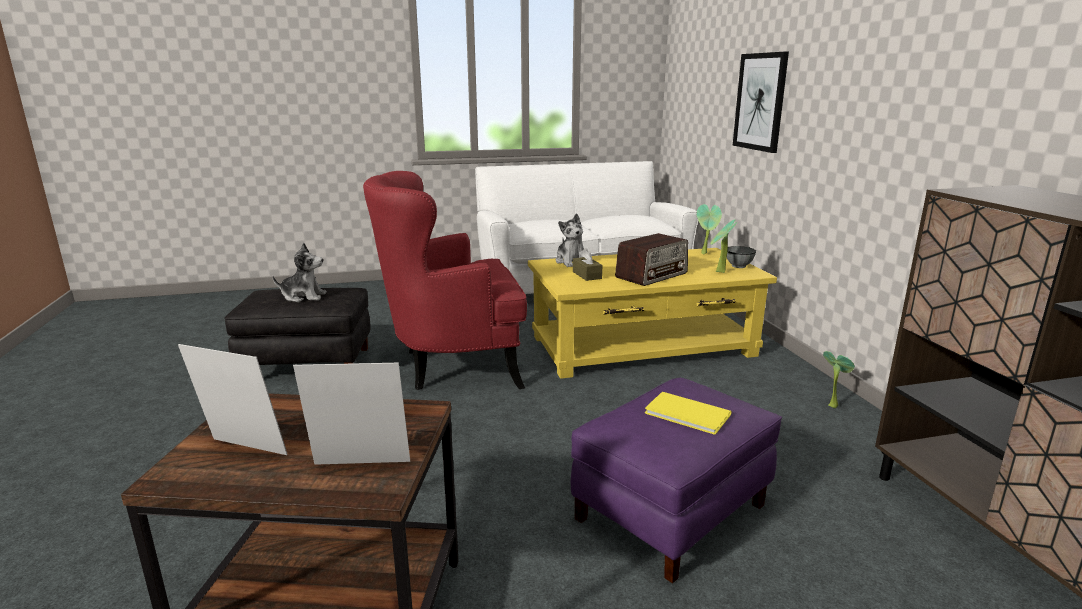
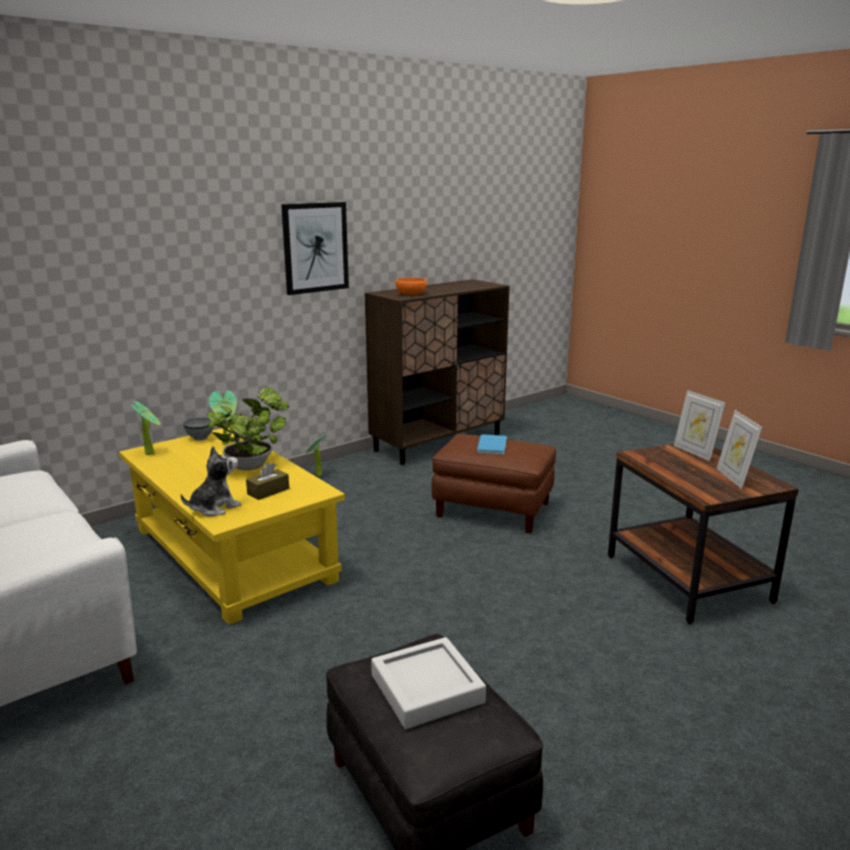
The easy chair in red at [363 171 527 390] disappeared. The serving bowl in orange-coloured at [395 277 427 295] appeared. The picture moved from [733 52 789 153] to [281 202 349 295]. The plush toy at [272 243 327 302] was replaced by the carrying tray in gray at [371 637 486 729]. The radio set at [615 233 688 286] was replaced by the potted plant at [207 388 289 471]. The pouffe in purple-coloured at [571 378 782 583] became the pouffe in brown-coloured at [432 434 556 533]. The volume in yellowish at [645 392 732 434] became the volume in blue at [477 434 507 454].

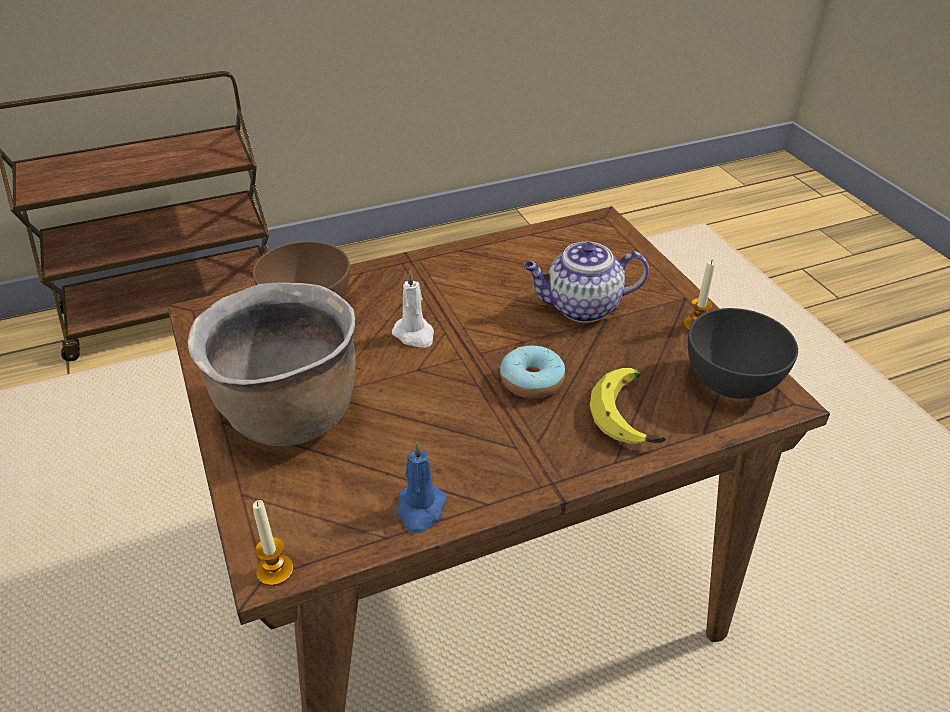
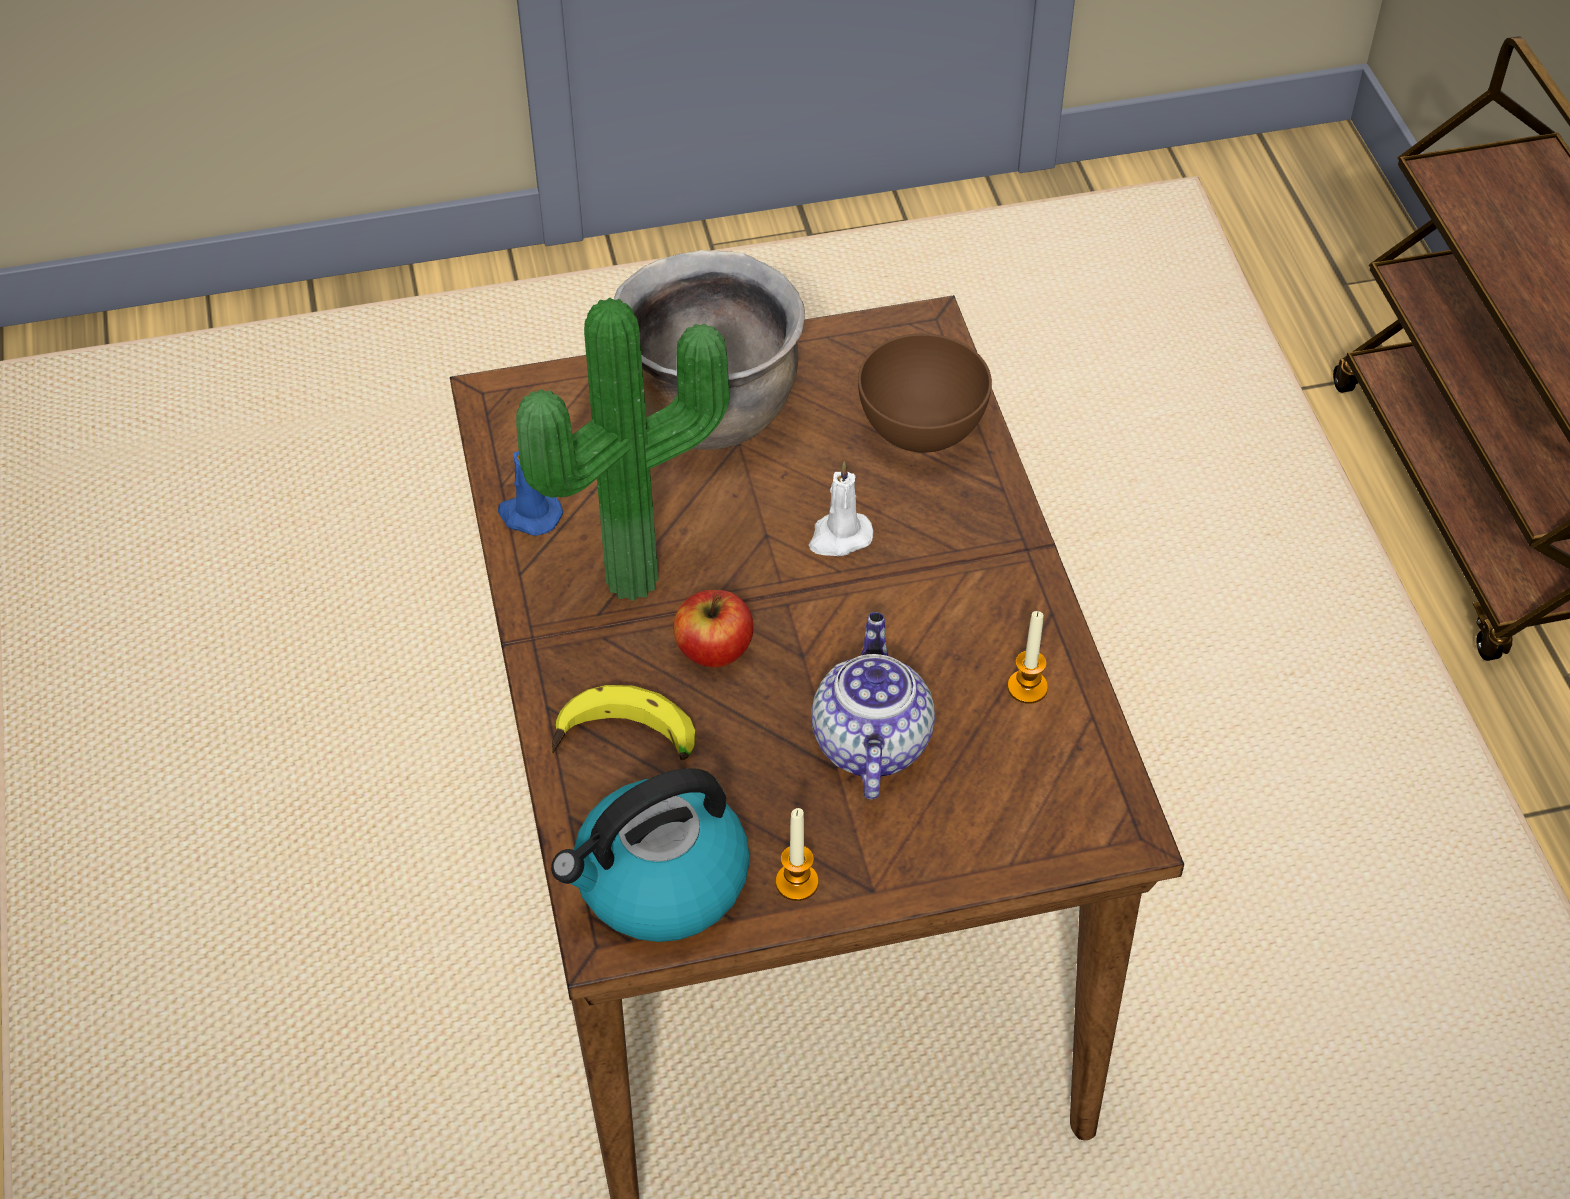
The potted plant at [516 298 730 601] appeared. The wax light moved from [253 500 293 586] to [1007 611 1048 704]. The donut at [500 345 565 399] was replaced by the apple fruit at [673 590 753 668]. The serving bowl in gray at [688 308 798 399] was replaced by the kettle at [551 768 750 942].

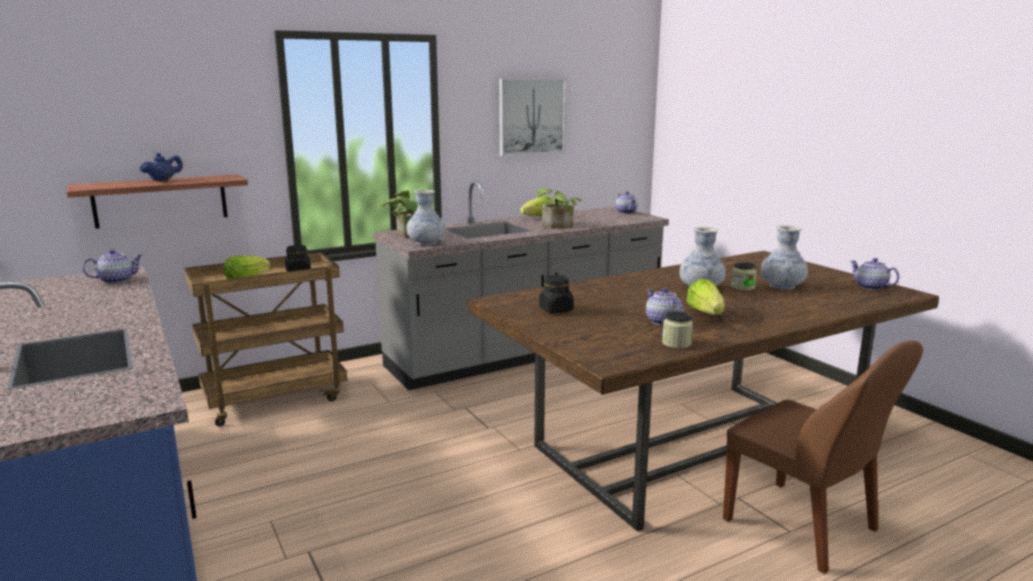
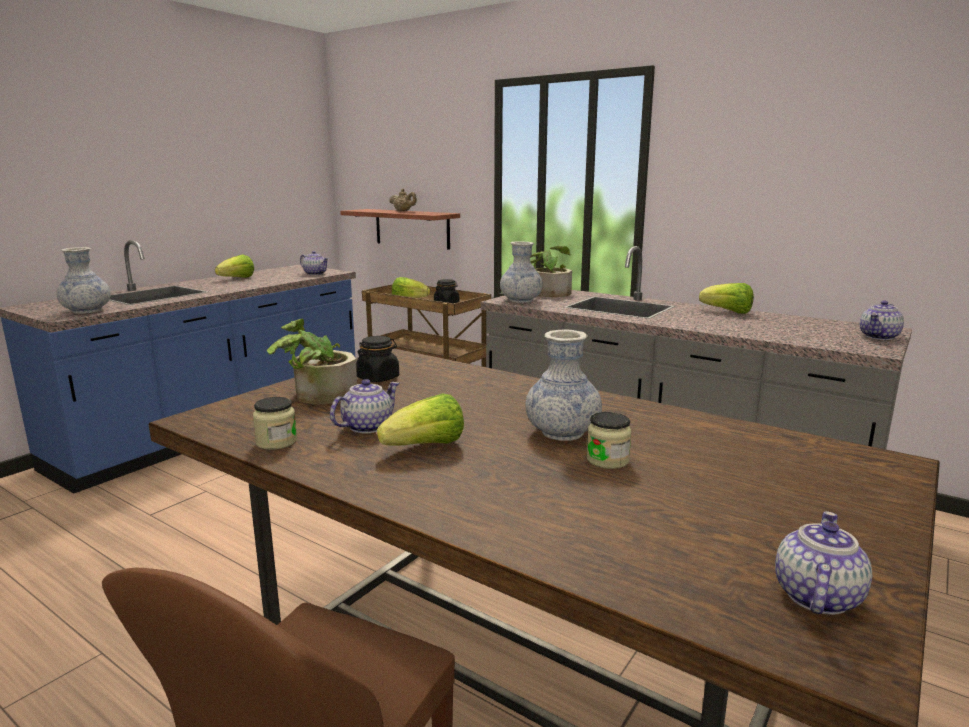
The picture at [499 79 566 156] disappeared. The lettuce at [215 255 254 278] appeared. The potted plant moved from [537 188 582 229] to [267 319 357 405]. The vase moved from [761 225 808 290] to [56 247 111 314]. The pot for tea in blue at [140 152 183 181] became the pot for tea in beige at [389 189 417 212].

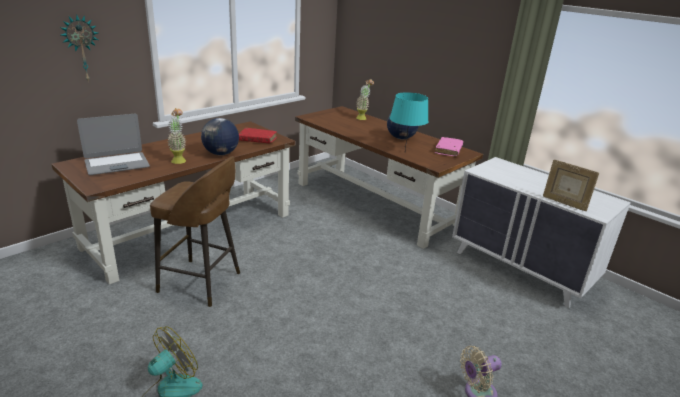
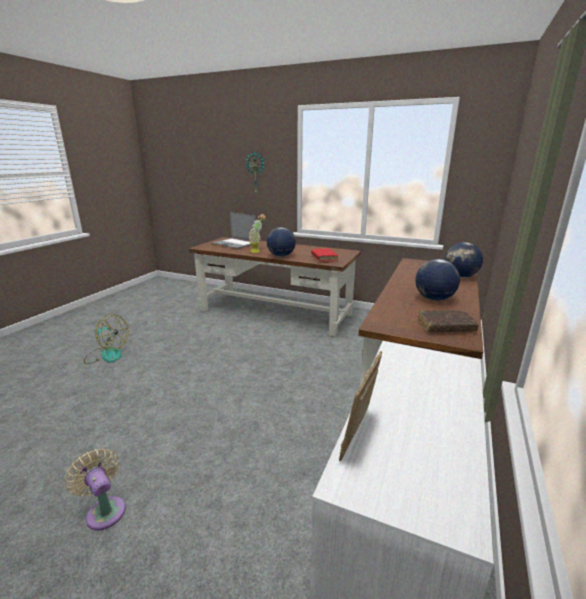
The sitting stool in brown-coloured at [150 156 240 307] disappeared. The table lamp in turquoise at [390 92 429 150] disappeared. The potted plant at [356 79 374 120] was replaced by the desk globe at [445 242 483 278]. The volume in pink at [435 137 463 156] became the volume in brown-coloured at [417 311 479 332].

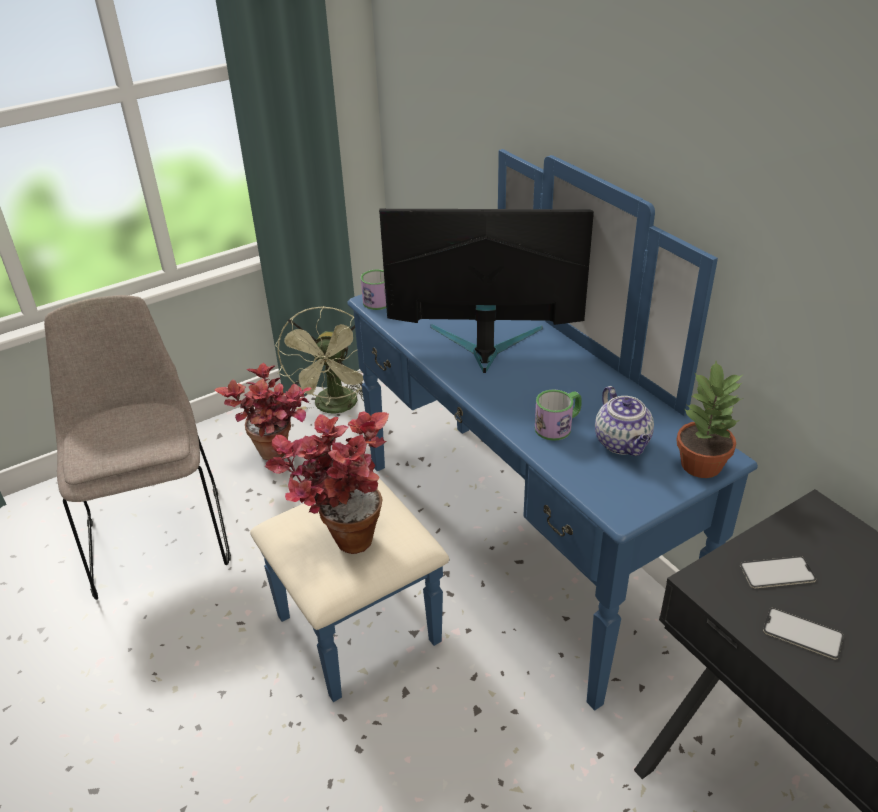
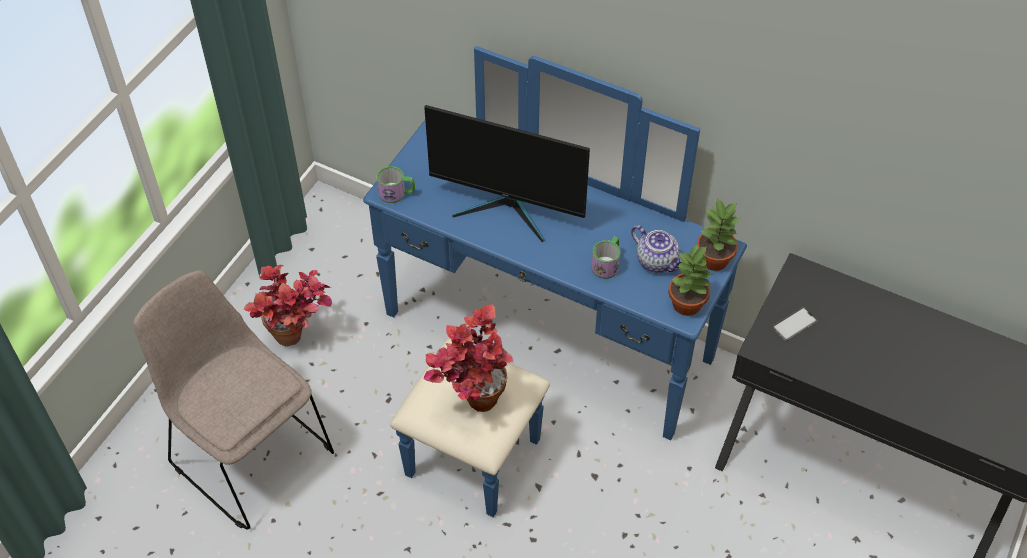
The cooling fan in green at [275 306 364 414] disappeared. The phone at [763 608 844 660] disappeared. The potted plant at [668 244 713 316] appeared. The computer screen at [379 209 594 373] turned 135 degrees counterclockwise.

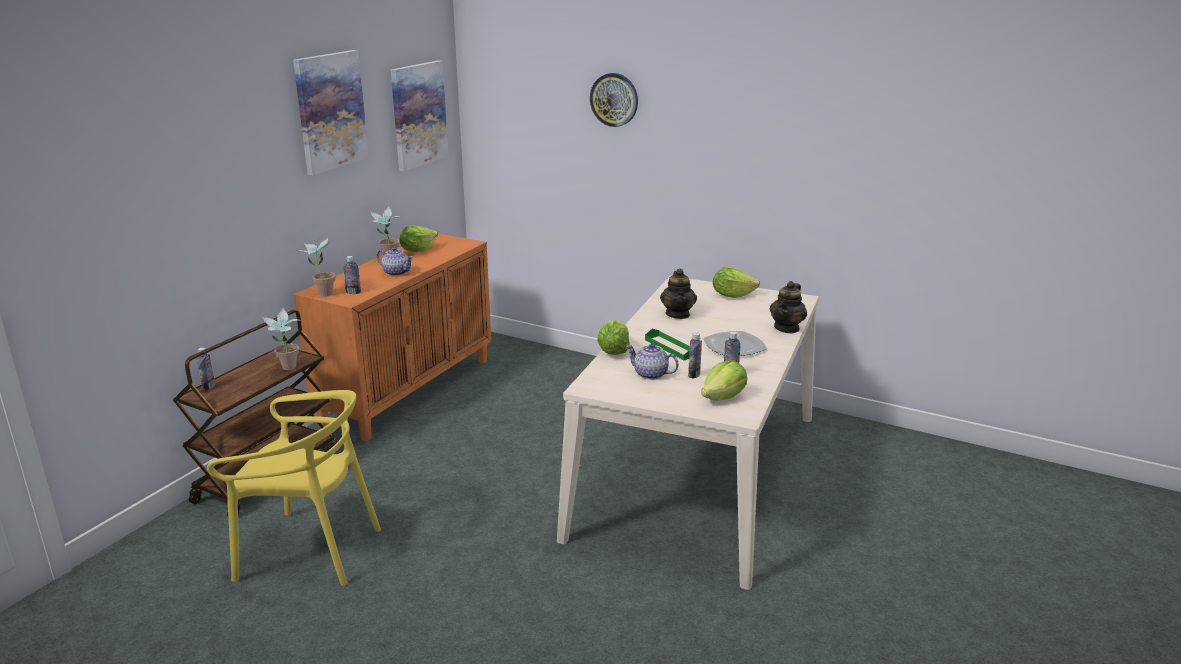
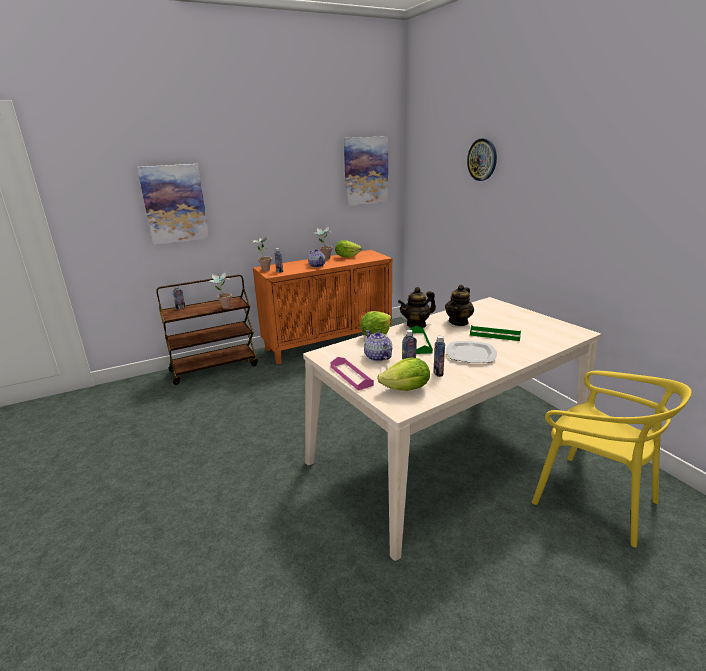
The lettuce at [713 267 760 298] disappeared. The carrying tray in pink at [330 357 374 391] appeared. The carrying tray in green at [470 325 521 341] appeared. The chair in yellowish moved from [207 390 381 586] to [532 371 692 547]. The picture moved from [293 50 369 175] to [137 164 209 245]. The pot for tea moved from [770 281 807 333] to [398 287 436 328].

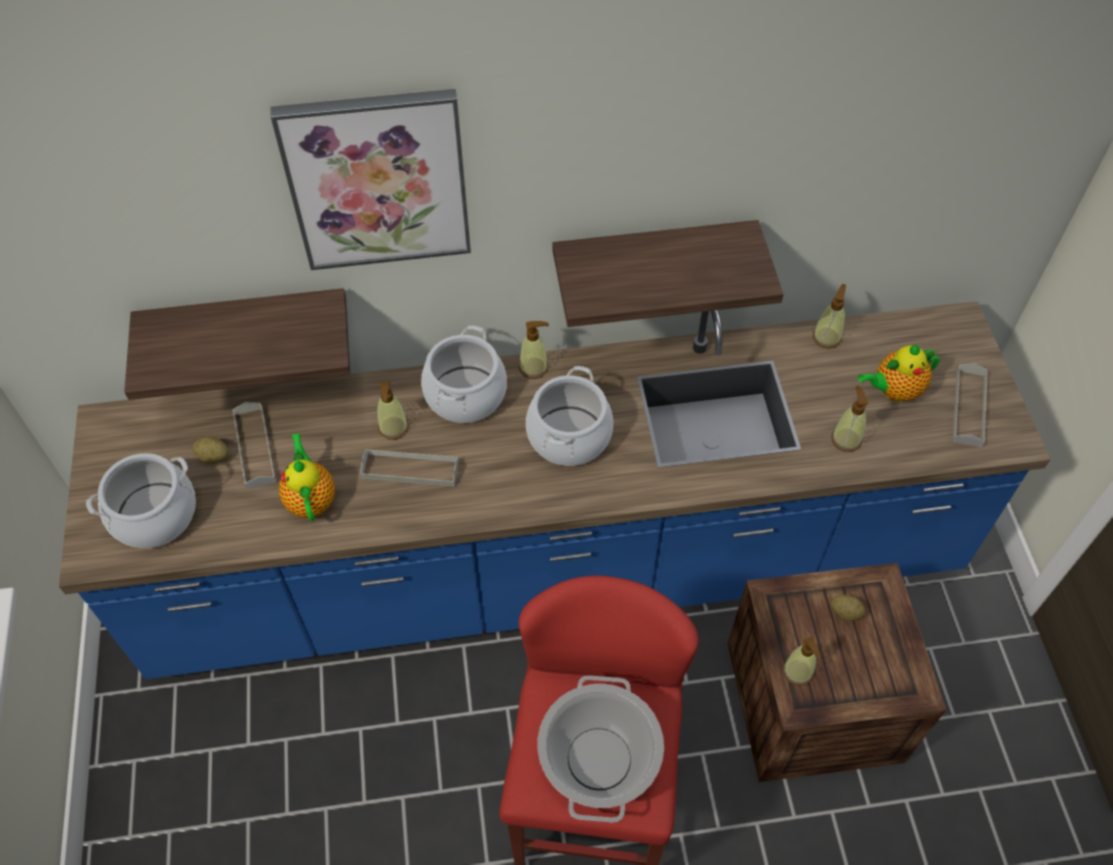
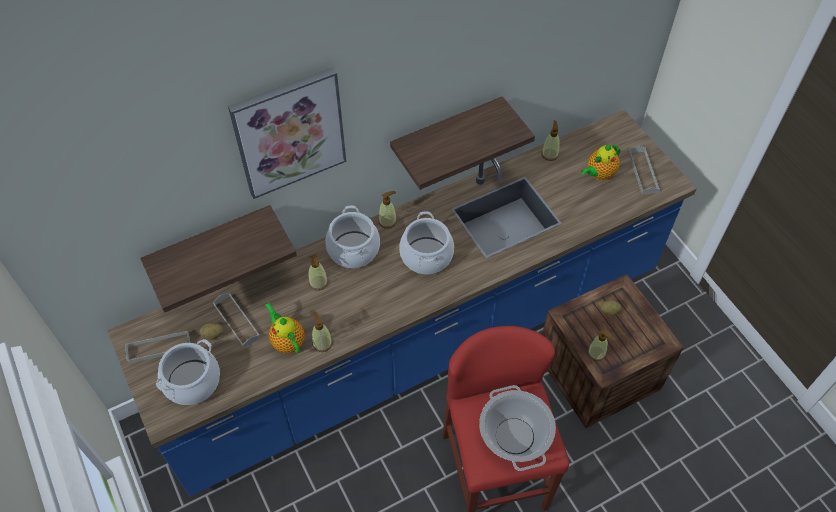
The carrying tray in gray moved from [360 449 459 486] to [125 330 190 363]. The soap bottle moved from [831 386 868 452] to [312 312 333 352].

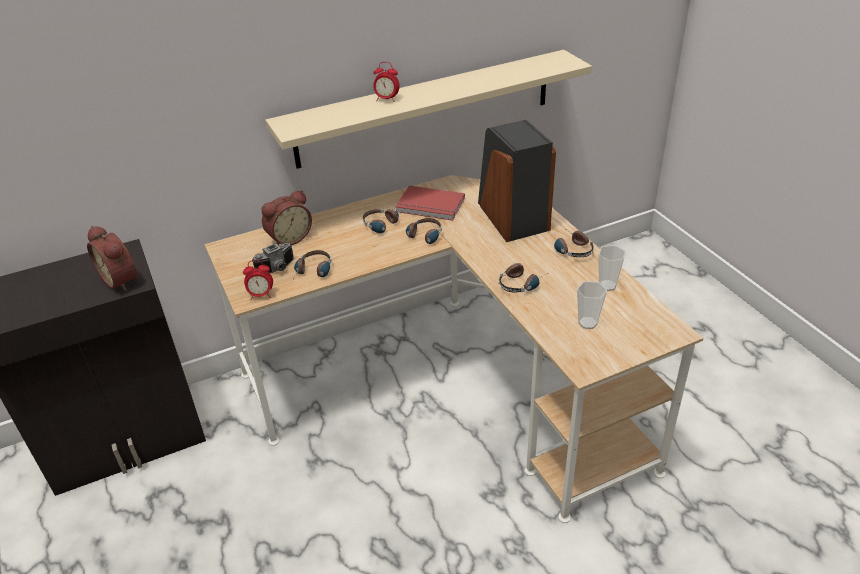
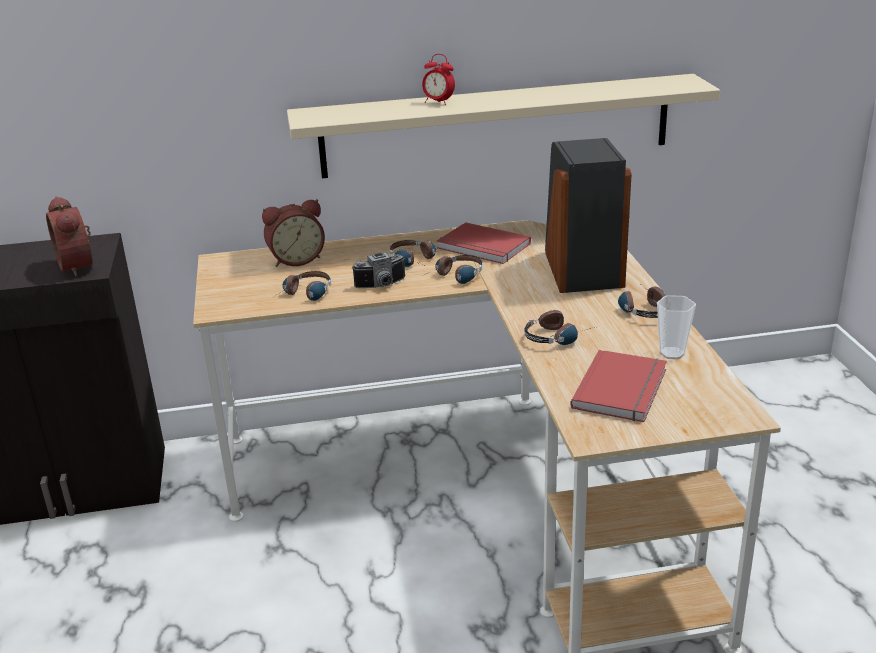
The alarm clock at [243 260 273 300] disappeared. The still camera moved from [252 242 294 273] to [352 252 405 288]. The cup at [577 281 607 329] was replaced by the volume in red at [570 350 667 422].

